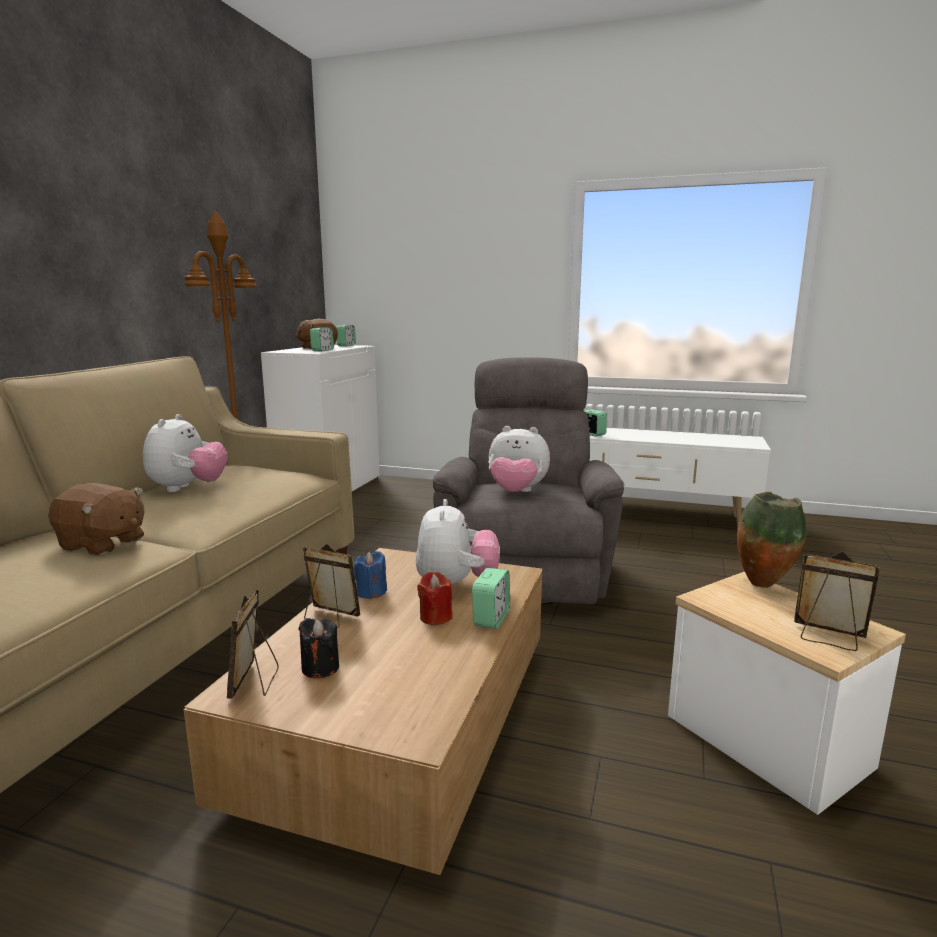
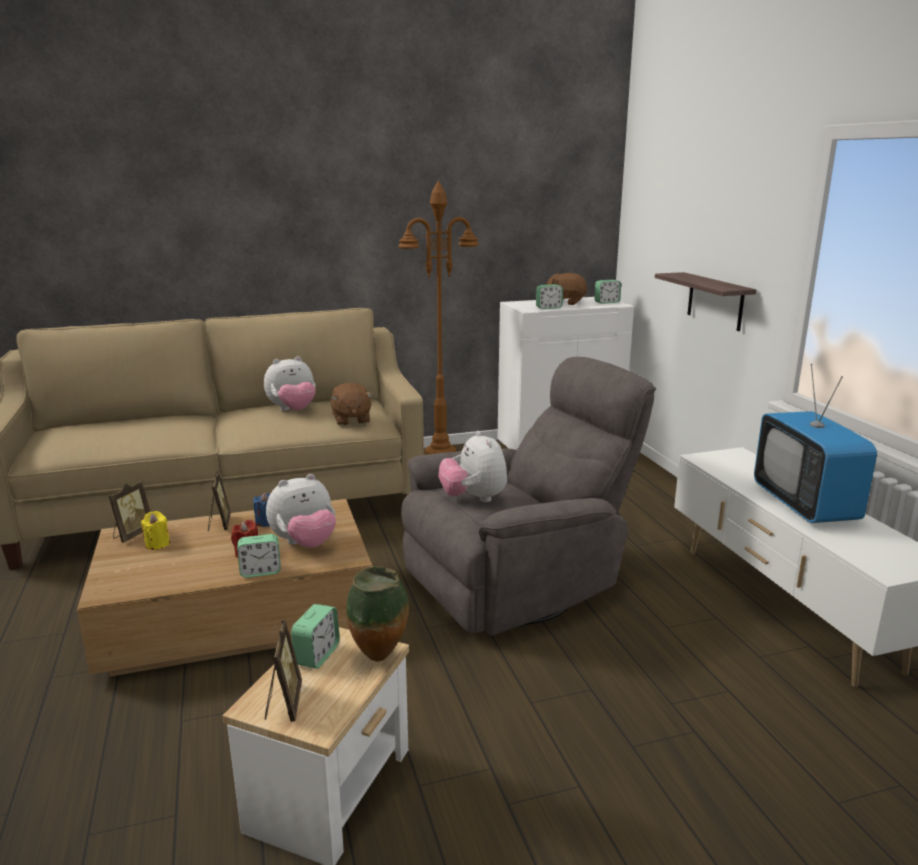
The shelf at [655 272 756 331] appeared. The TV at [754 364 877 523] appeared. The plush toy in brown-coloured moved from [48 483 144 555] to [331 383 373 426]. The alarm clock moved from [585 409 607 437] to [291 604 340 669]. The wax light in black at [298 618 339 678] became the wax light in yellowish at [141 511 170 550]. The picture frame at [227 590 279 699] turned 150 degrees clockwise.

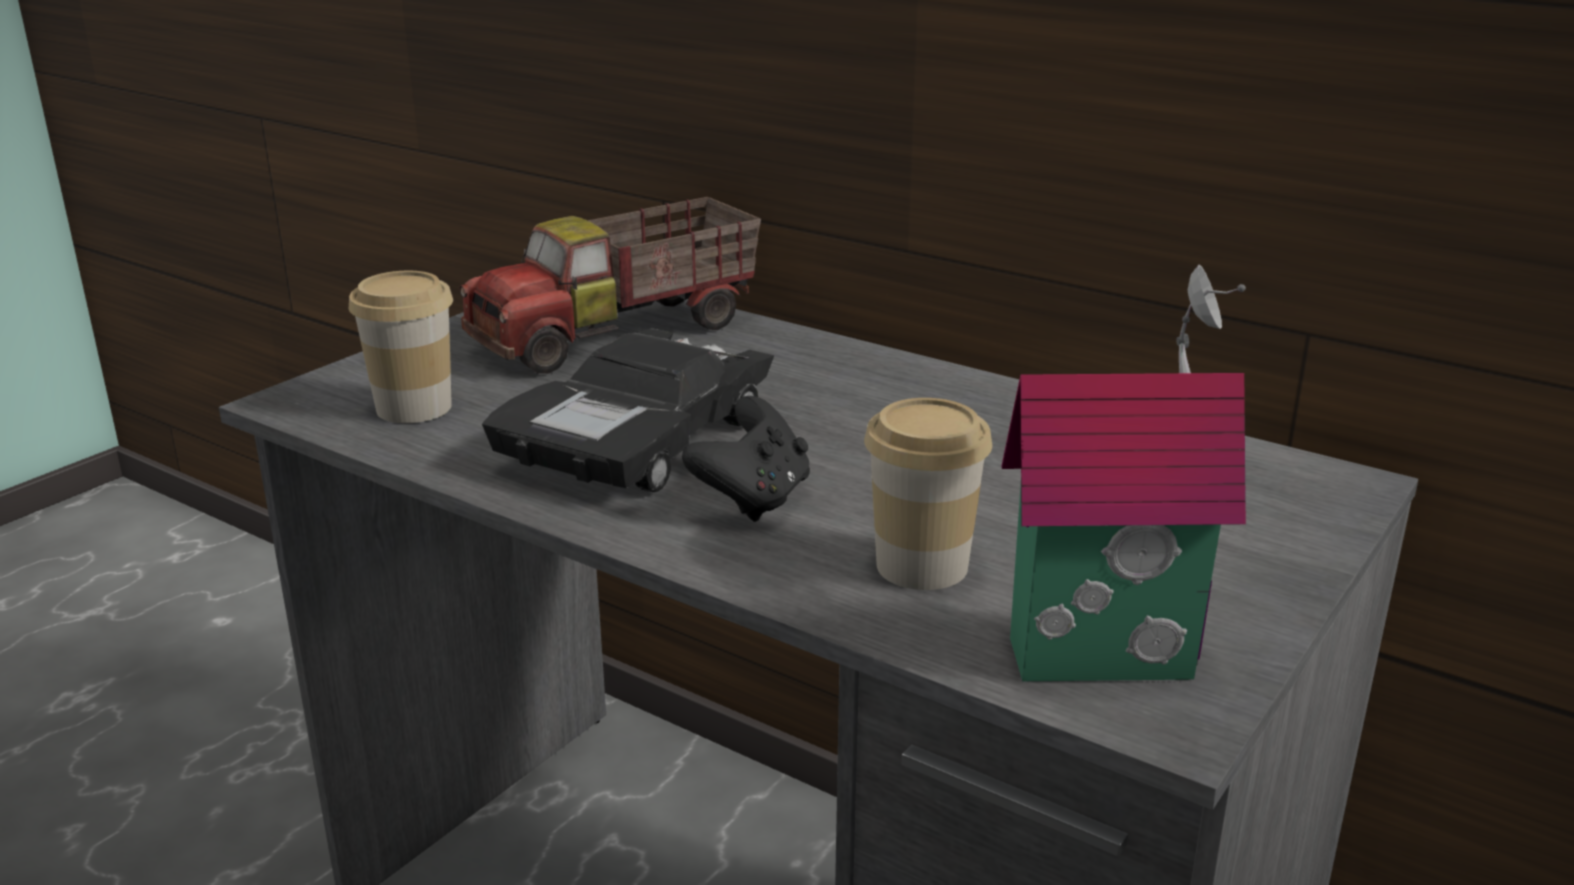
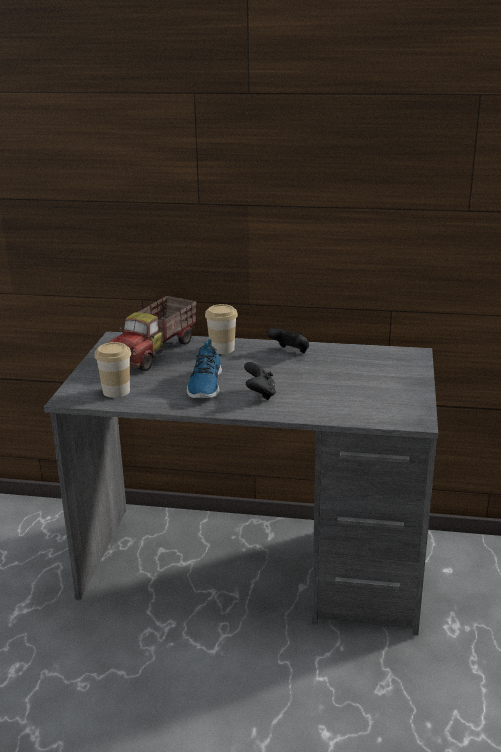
The toy house at [1001 265 1246 681] disappeared. The joypad in black at [267 328 309 353] appeared. The cup moved from [864 398 992 590] to [205 304 238 354]. The model car in black at [482 328 774 492] was replaced by the low shoe at [187 339 222 398].

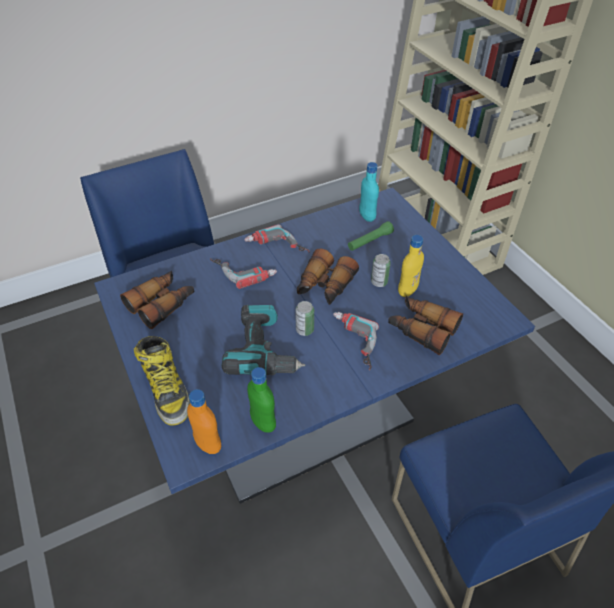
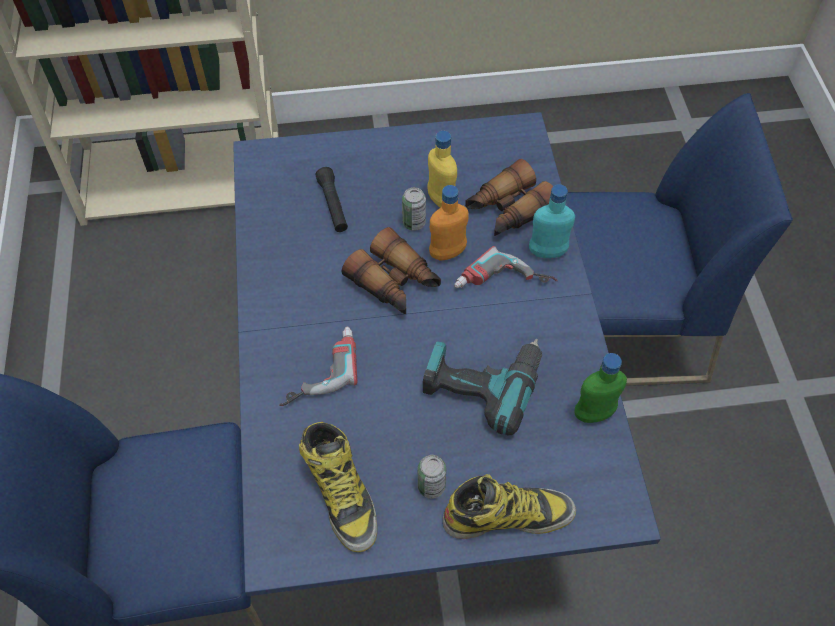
The electric drill at [245 224 310 253] disappeared. The beverage bottle in orange-coloured moved from [187 389 221 454] to [429 185 469 260]. The sealed can moved from [295 301 314 336] to [418 455 446 499]. The beverage bottle in turquoise moved from [359 162 379 222] to [529 184 575 258]. The binoculars at [120 271 194 329] was replaced by the tall boot at [299 421 377 552]. The hand torch in green at [348 221 394 251] became the hand torch in black at [316 167 348 232].

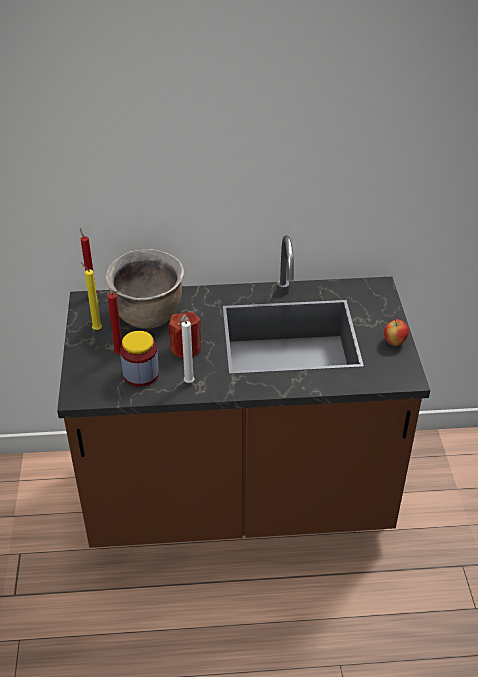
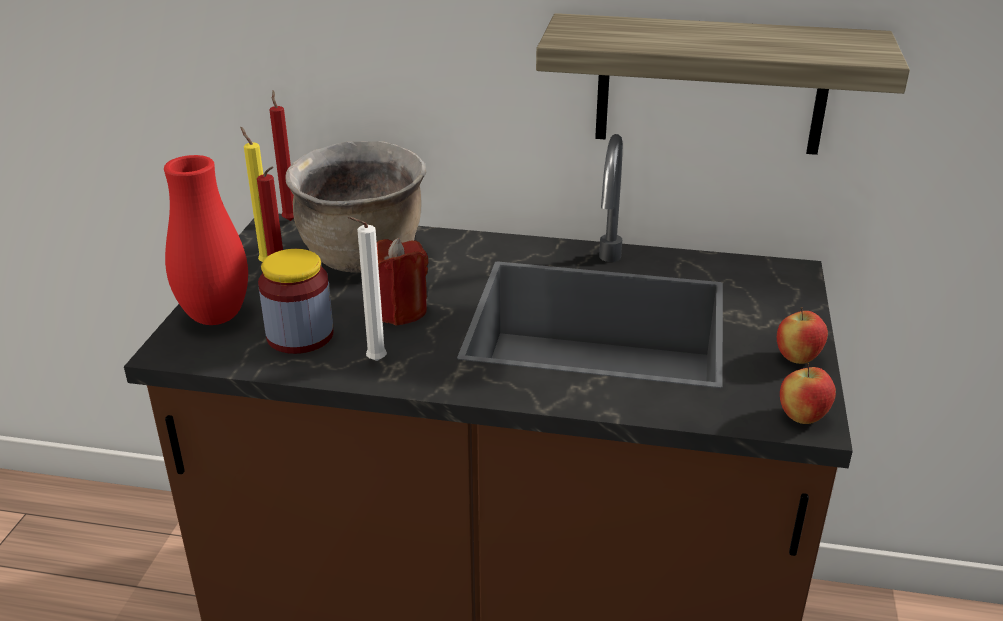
The vase in red at [164 155 248 325] appeared. The shelf at [536 13 910 155] appeared. The apple fruit at [780 363 836 424] appeared.

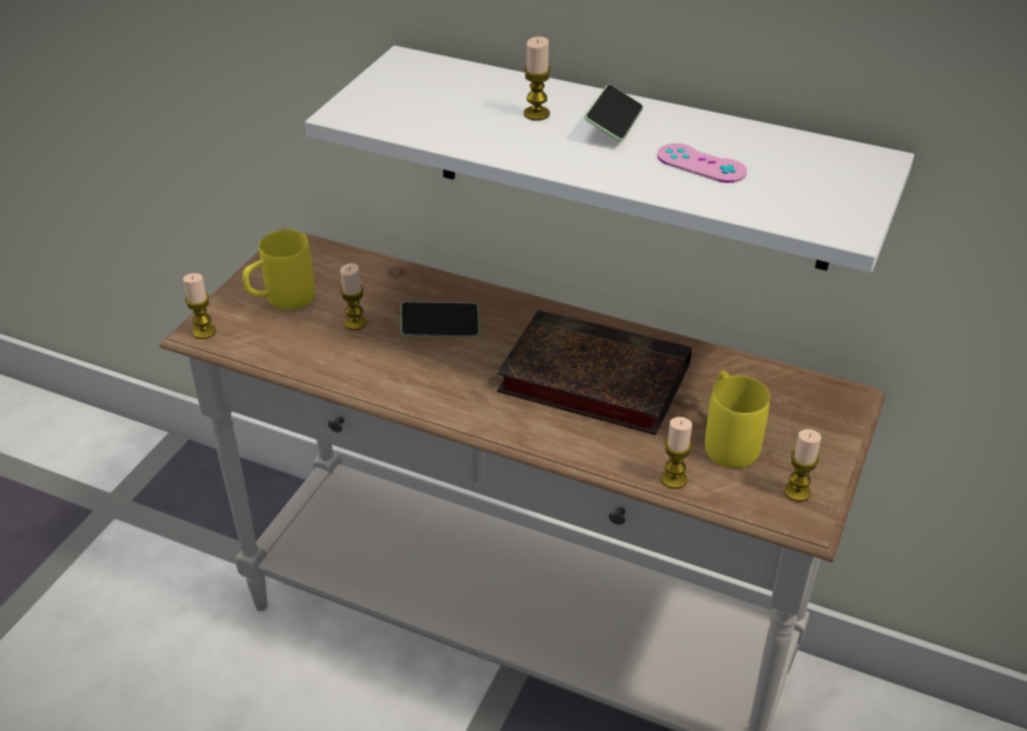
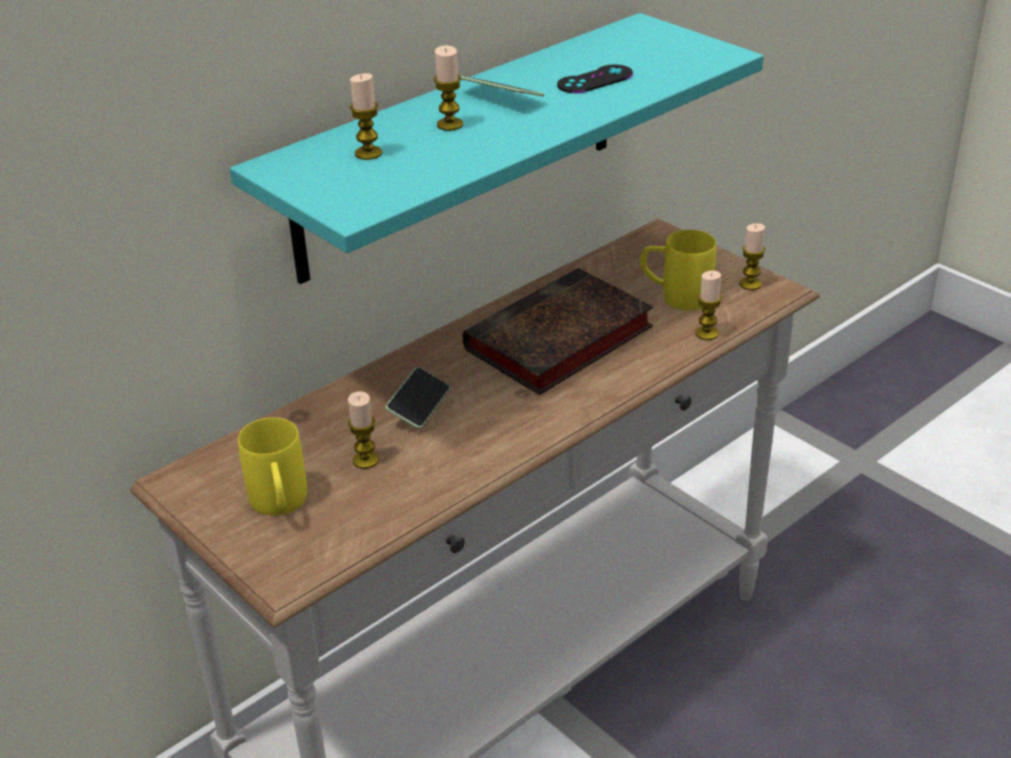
The wax light moved from [183 273 216 339] to [350 73 382 160]. The shelf in white-coloured at [305 46 914 272] became the shelf in turquoise at [230 13 764 284]. The joypad in pink at [657 143 747 183] became the joypad in black at [557 65 633 93].

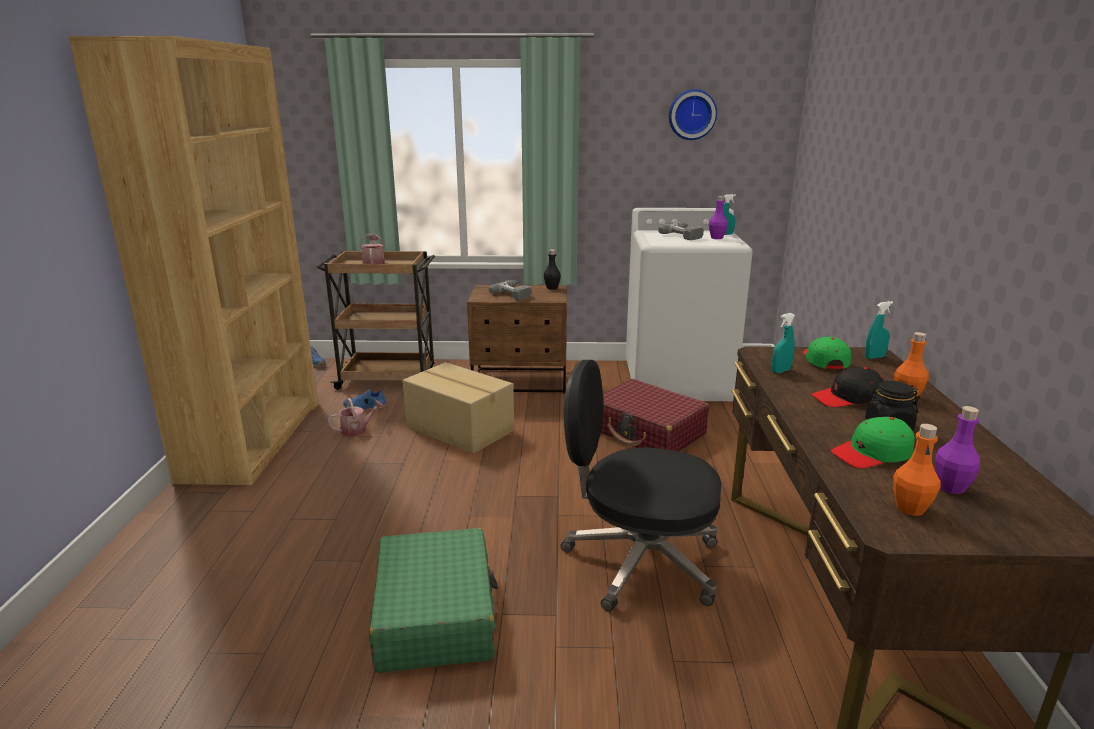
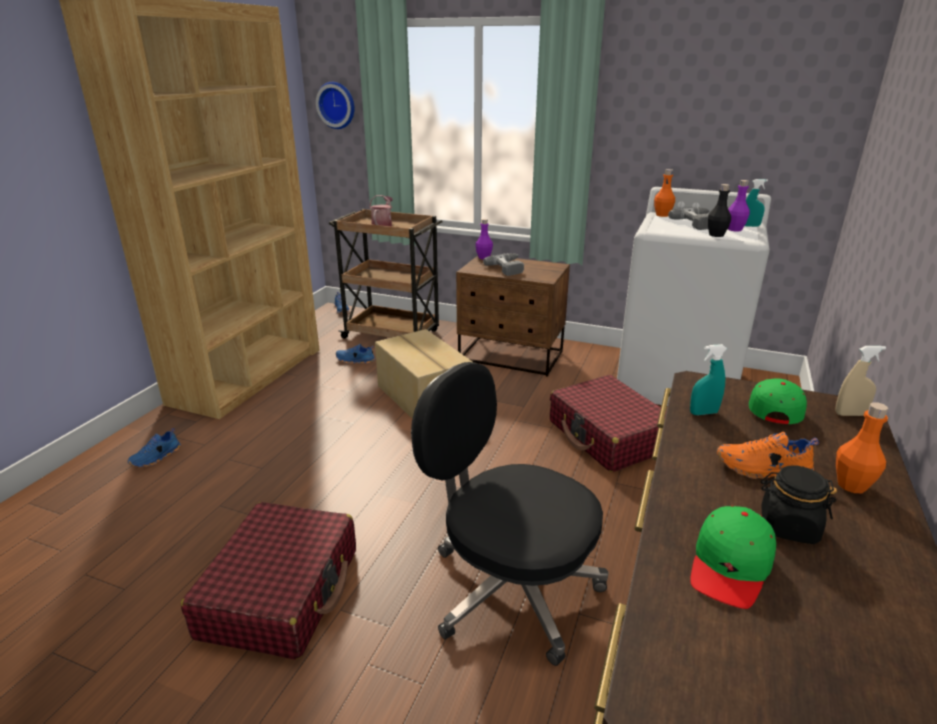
The sprinkling can at [328 398 384 437] disappeared. The low shoe in blue at [127 428 181 467] appeared. The beverage bottle in black moved from [544 250 561 290] to [708 184 731 237]. The hanging clock moved from [669 89 717 140] to [316 82 355 129]. The beverage bottle in orange-coloured moved from [893 424 941 516] to [654 169 675 217]. The beverage bottle in purple-coloured moved from [935 406 980 494] to [475 219 493 259]. The cap in black at [812 367 883 407] was replaced by the low shoe in orange-coloured at [717 432 819 479]. The suitcase in green at [369 528 498 673] became the suitcase in red at [181 502 356 660]. The sprayer in turquoise at [865 301 893 359] became the sprayer in beige at [835 346 886 416]. The cap in green at [831 417 915 468] turned 60 degrees counterclockwise.

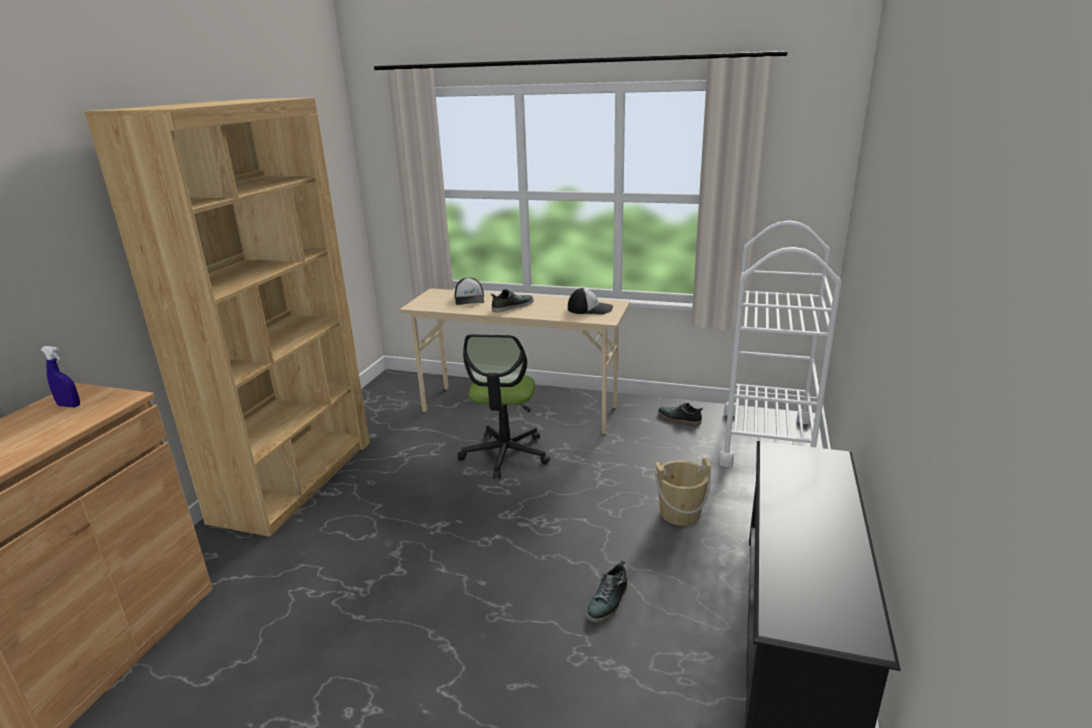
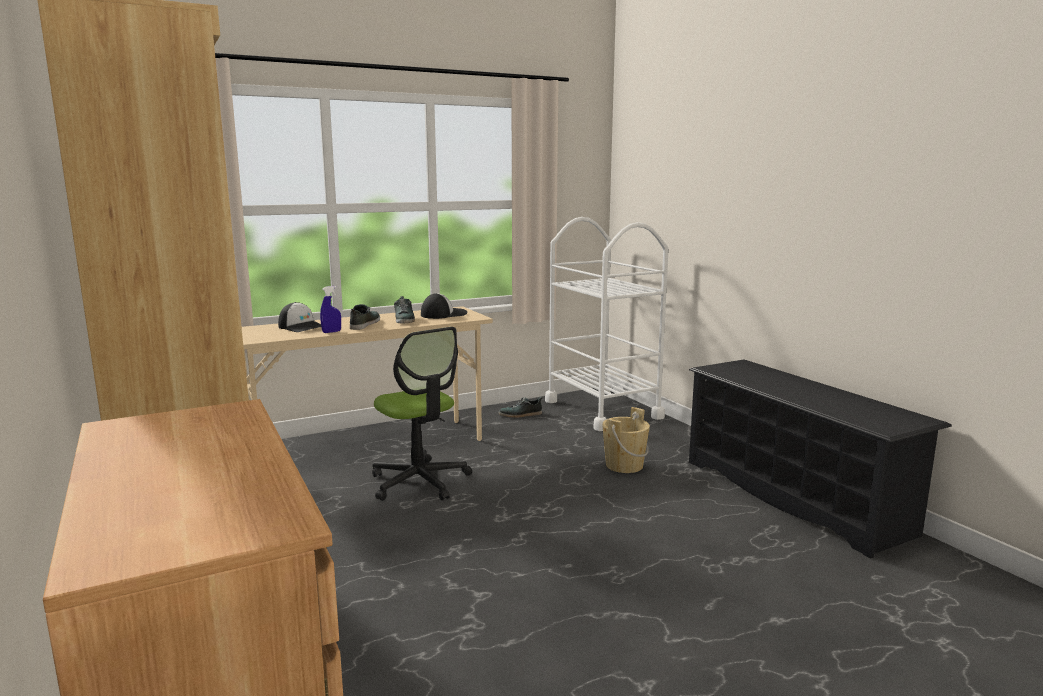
The sprayer in blue moved from [41 346 80 408] to [320 286 341 333]. The low shoe moved from [586 560 627 623] to [394 296 415 323].

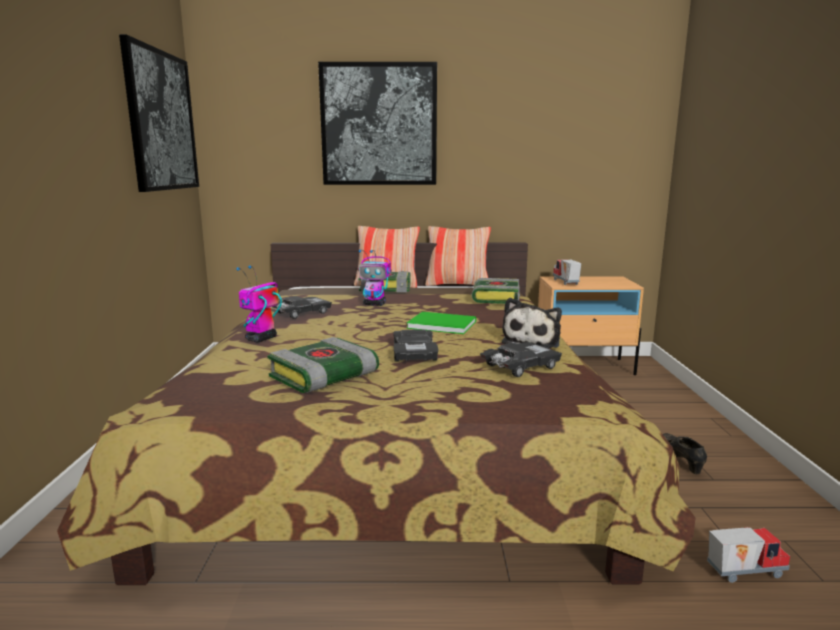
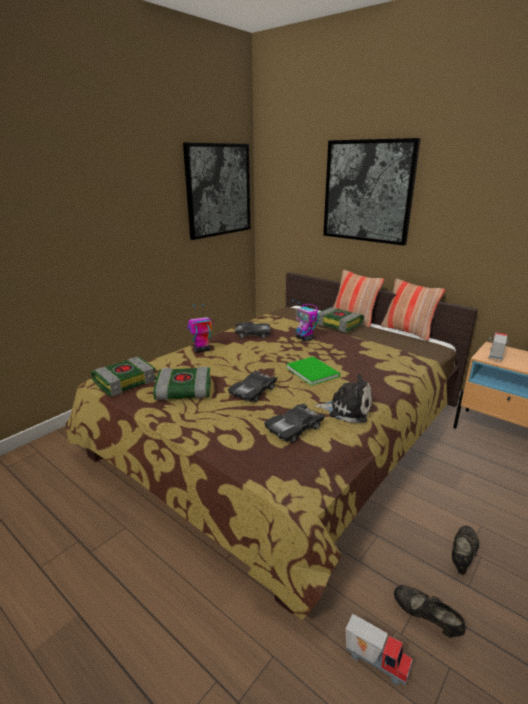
The low shoe in black at [394 585 466 638] appeared. The volume moved from [472 278 520 304] to [91 357 156 396]. The model car in black at [480 342 562 377] turned 135 degrees clockwise. The plush toy at [502 298 562 349] turned 135 degrees counterclockwise.

